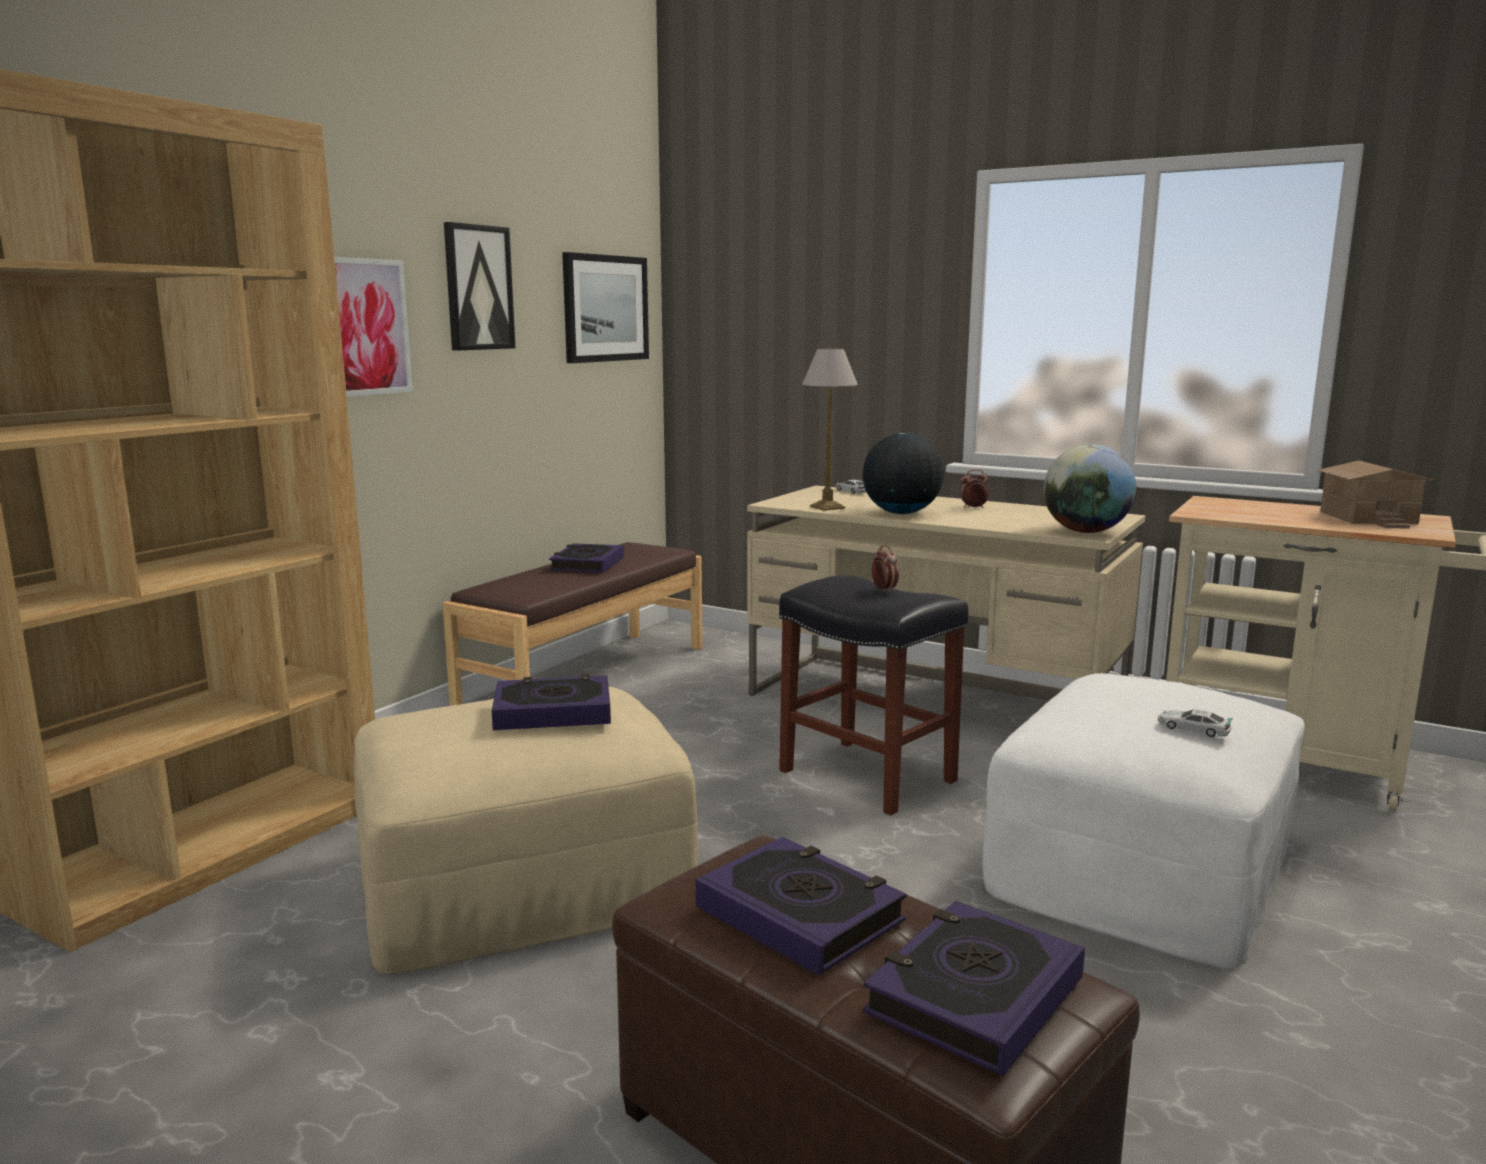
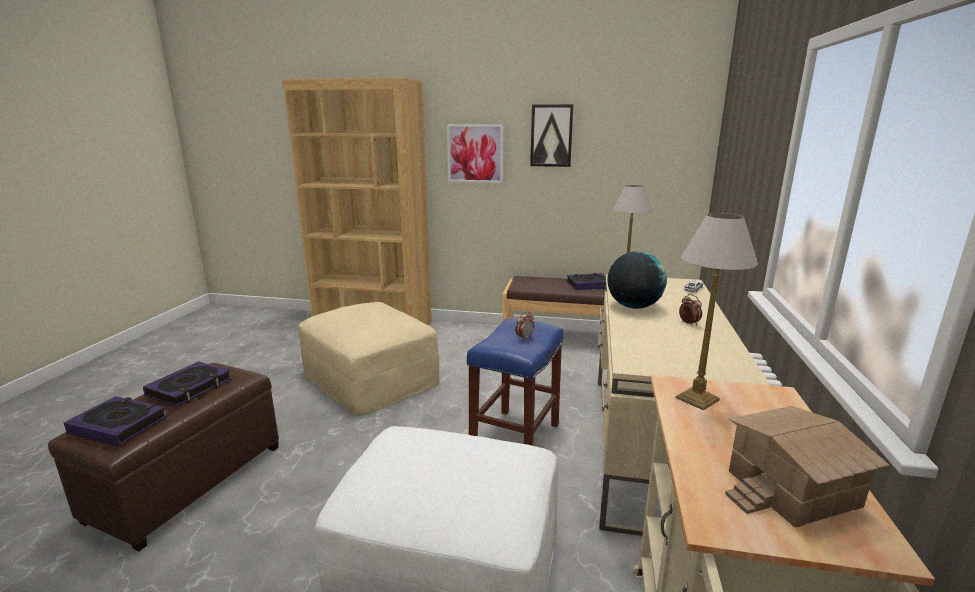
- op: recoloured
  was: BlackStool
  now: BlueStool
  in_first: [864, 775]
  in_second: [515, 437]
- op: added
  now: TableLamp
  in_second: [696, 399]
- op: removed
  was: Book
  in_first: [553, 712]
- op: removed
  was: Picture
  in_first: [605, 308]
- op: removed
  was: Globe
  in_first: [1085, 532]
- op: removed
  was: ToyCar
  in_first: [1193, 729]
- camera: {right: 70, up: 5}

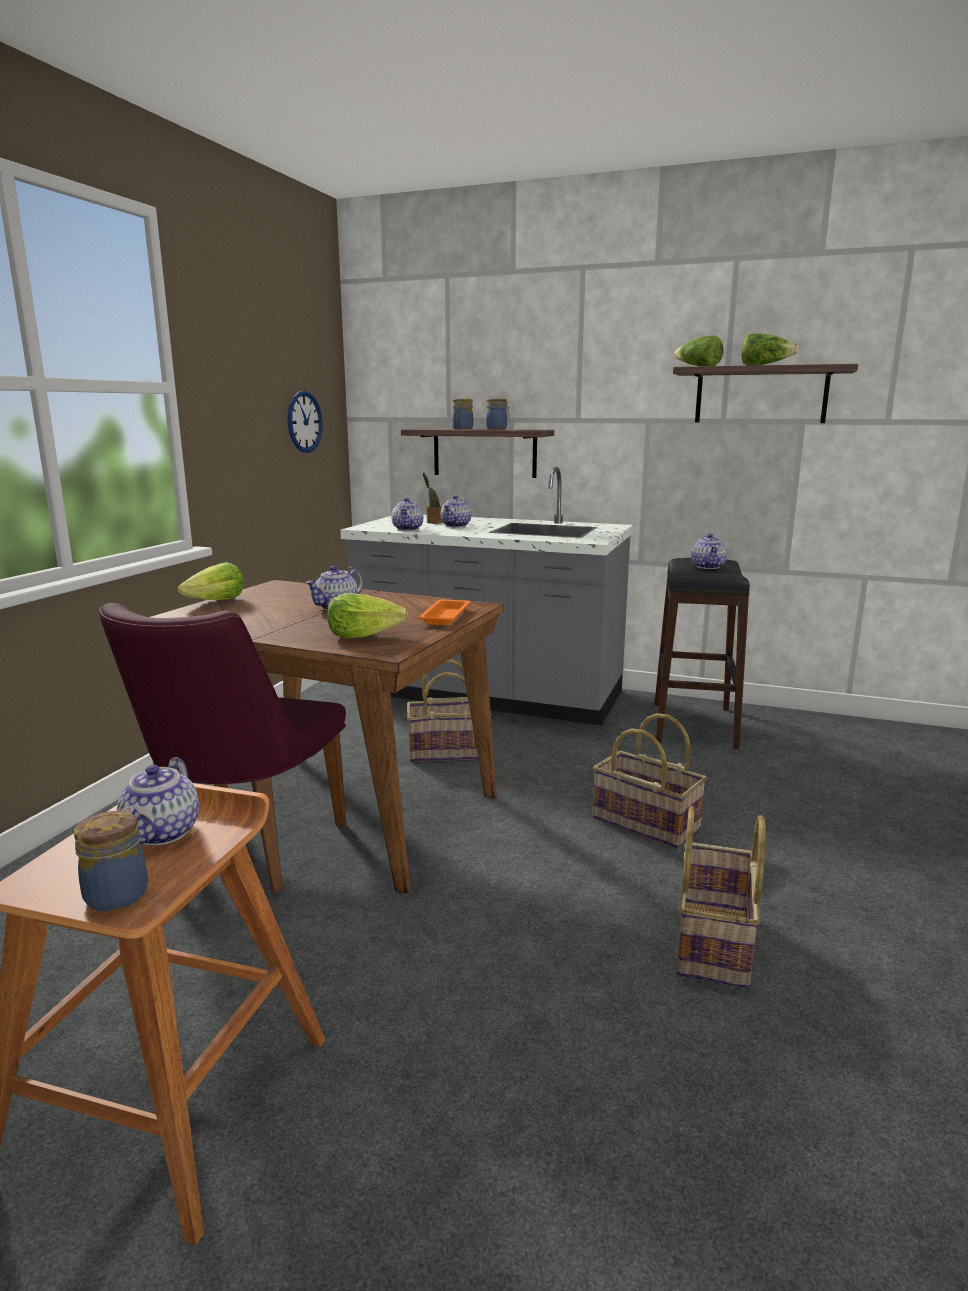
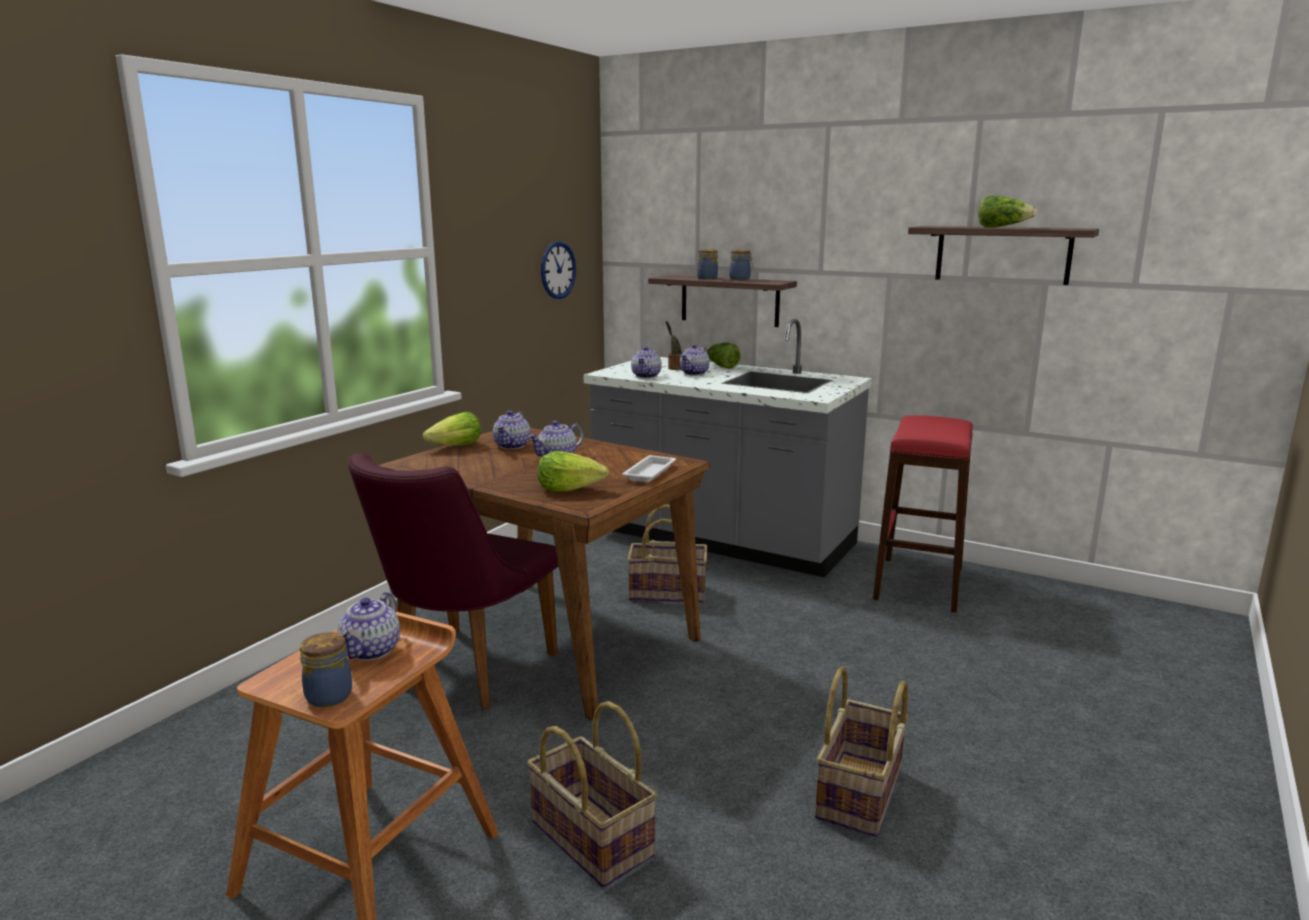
- op: moved
  was: Teapot
  in_first: [708, 567]
  in_second: [512, 446]
- op: moved
  was: Basket
  in_first: [644, 824]
  in_second: [589, 839]
- op: recoloured
  was: OrangeTray
  now: WhiteTray
  in_first: [446, 616]
  in_second: [650, 472]
- op: moved
  was: Lettuce
  in_first: [697, 367]
  in_second: [721, 366]
- op: recoloured
  was: BlackStool
  now: RedStool
  in_first: [693, 724]
  in_second: [918, 583]
- camera: {right: 10, up: 0}

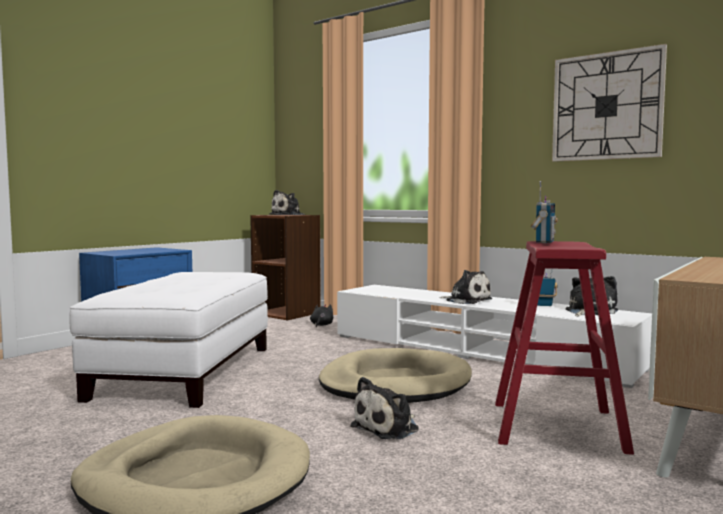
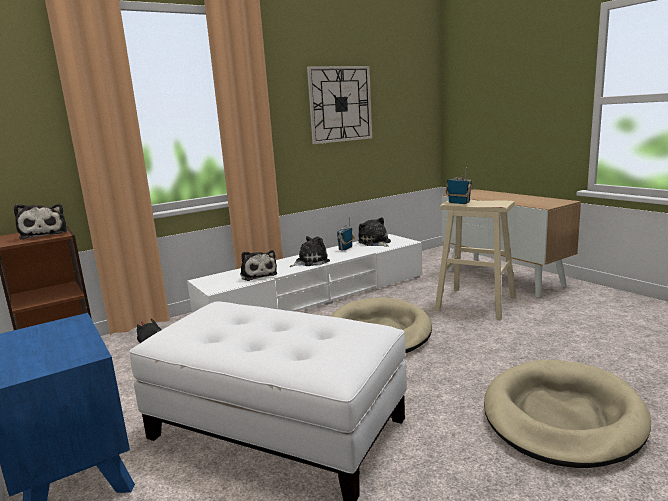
- op: moved
  was: PlushToy
  in_first: [388, 428]
  in_second: [258, 275]
- op: recoloured
  was: RedStool
  now: BeigeStool
  in_first: [556, 426]
  in_second: [475, 303]
- camera: {right: -70, up: 10}

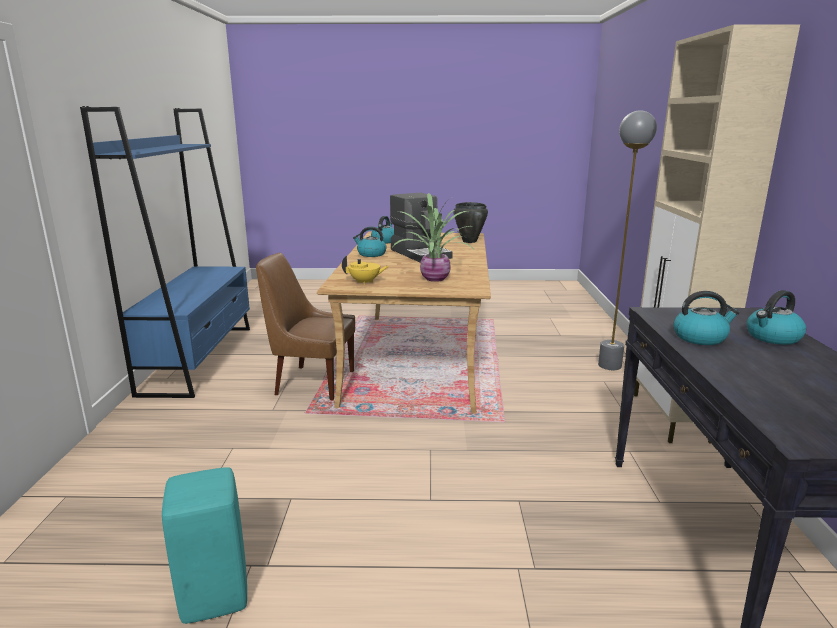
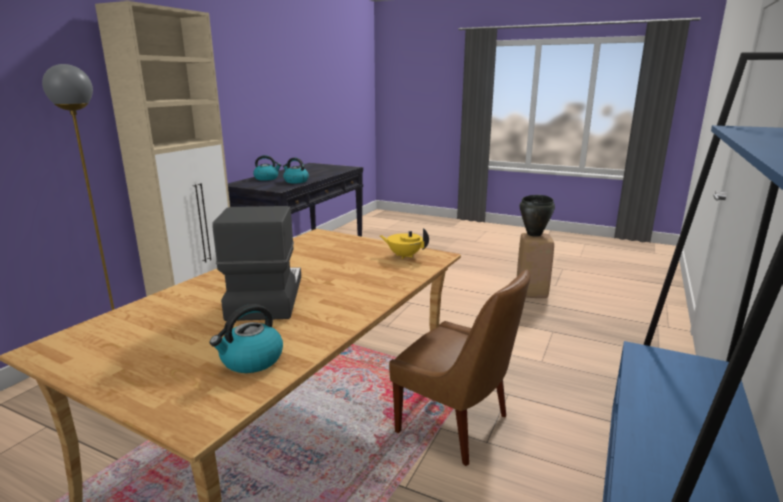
- op: recoloured
  was: TurquoiseStool
  now: BeigeStool
  in_first: [213, 598]
  in_second: [532, 293]
- op: moved
  was: BlackCookingPot
  in_first: [469, 241]
  in_second: [534, 234]
- op: removed
  was: Kettle
  in_first: [371, 254]
- op: removed
  was: PottedPlant
  in_first: [434, 278]
- camera: {right: -155, up: 0}

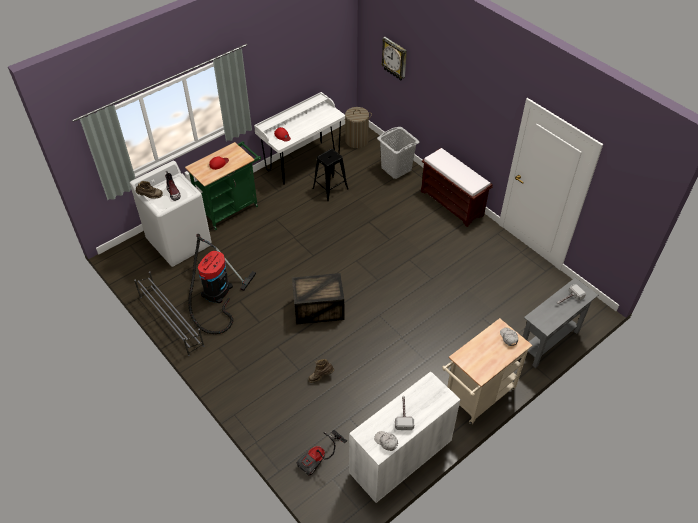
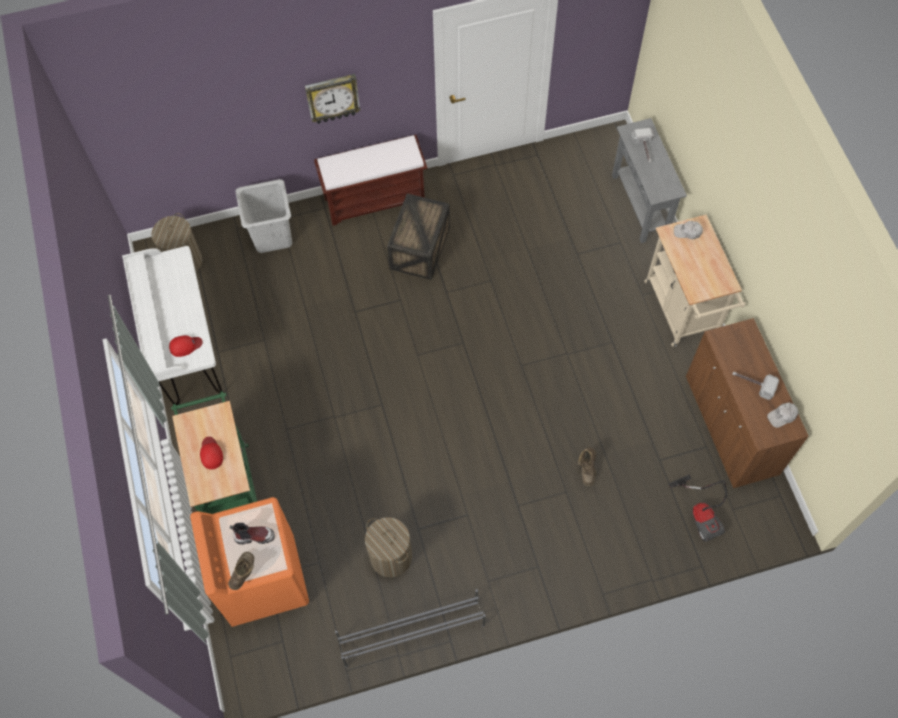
- op: recoloured
  was: WhiteWashingMachine
  now: OrangeWashingMachine
  in_first: [180, 242]
  in_second: [263, 579]
- op: moved
  was: WallClock
  in_first: [395, 59]
  in_second: [332, 98]
- op: replaced
  was: VacuumCleaner
  now: LaundryBasket
  in_first: [216, 294]
  in_second: [391, 556]
- op: moved
  was: Crate
  in_first: [318, 309]
  in_second: [420, 249]
- op: recoloured
  was: WhiteCabinet
  now: BrownCabinet
  in_first: [400, 457]
  in_second: [731, 425]
- op: removed
  was: BlackStool
  in_first: [330, 188]
- camera: {right: -65, up: 15}

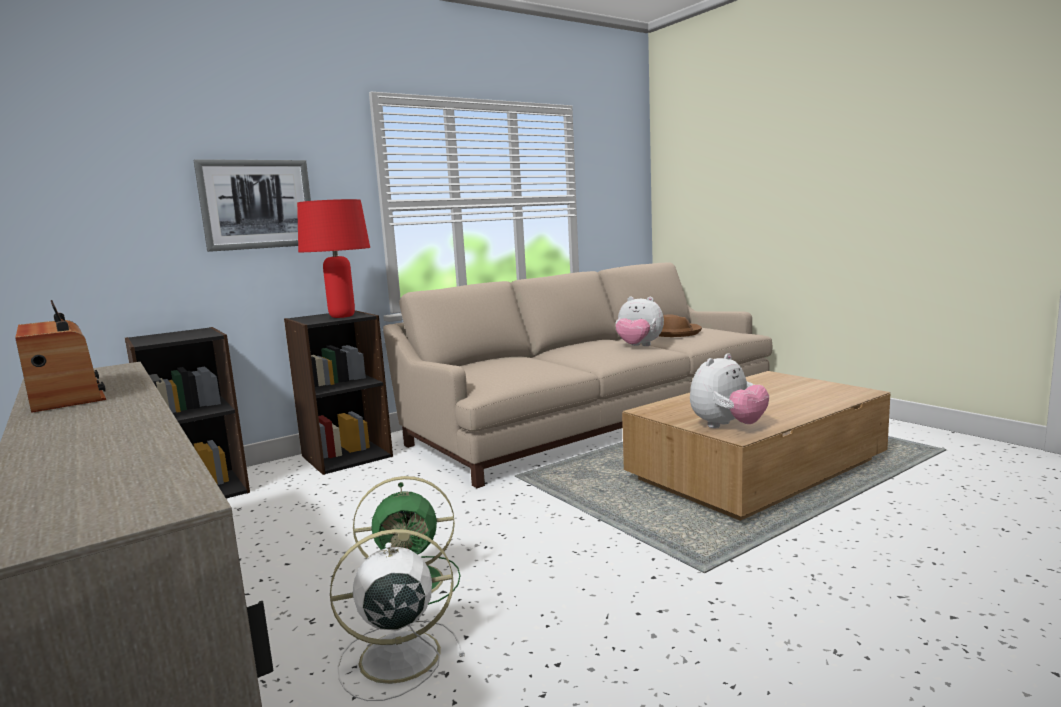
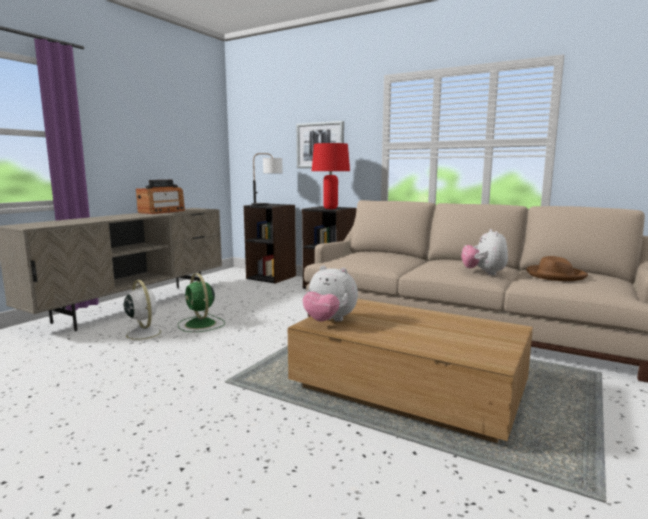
- op: added
  now: TableLamp
  in_second: [267, 205]
- camera: {right: 65, up: 0}

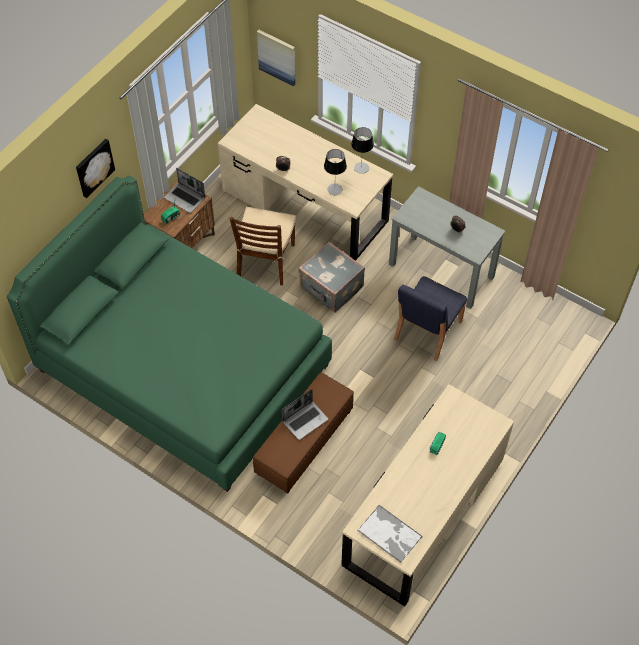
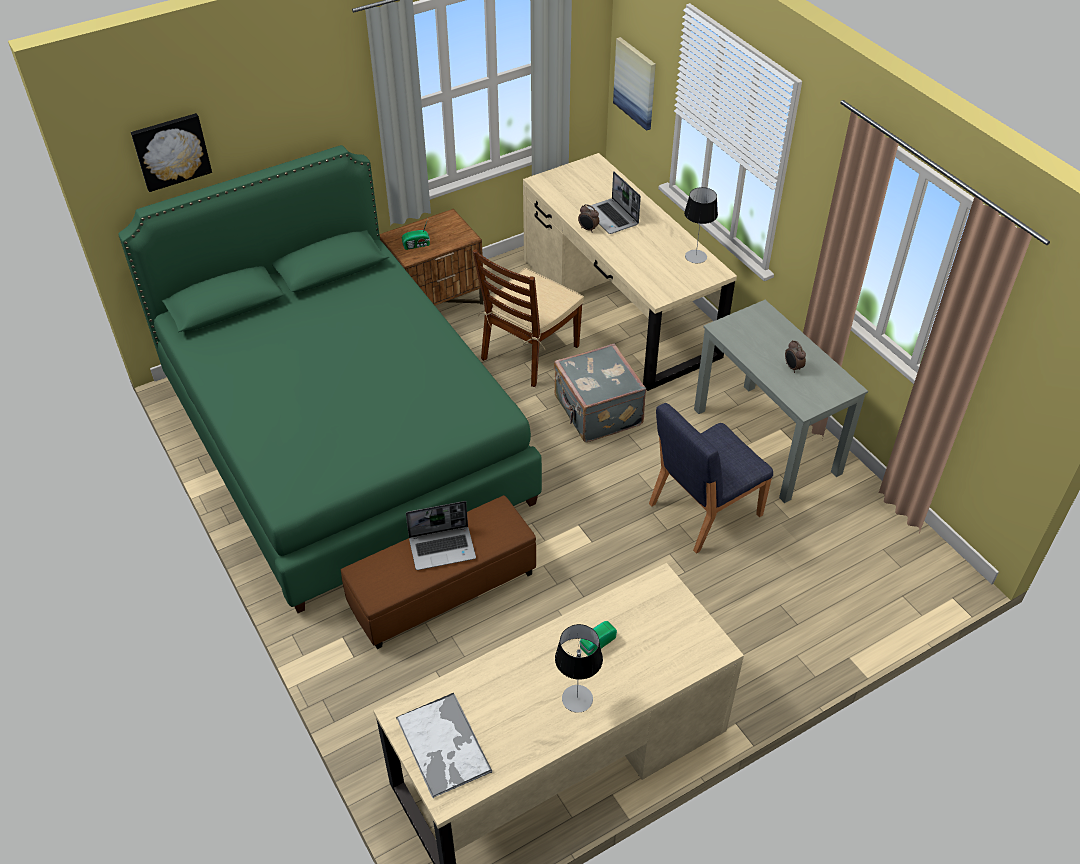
- op: moved
  was: Picture
  in_first: [94, 167]
  in_second: [171, 151]
- op: moved
  was: TableLamp
  in_first: [334, 189]
  in_second: [577, 698]
- op: moved
  was: Laptop
  in_first: [185, 198]
  in_second: [612, 217]
- camera: {right: 25, up: -10}

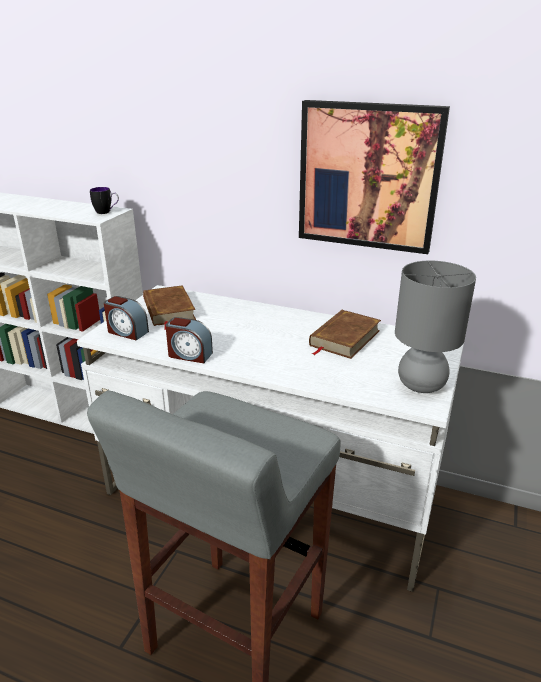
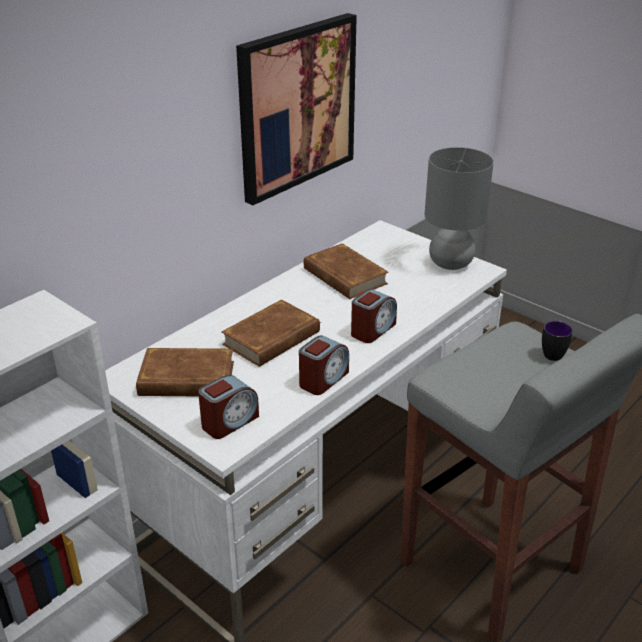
- op: added
  now: BrownBook
  in_second: [272, 338]
- op: added
  now: AlarmClock
  in_second: [372, 330]
- op: moved
  was: Mug
  in_first: [106, 212]
  in_second: [553, 352]
- camera: {right: -70, up: 5}

